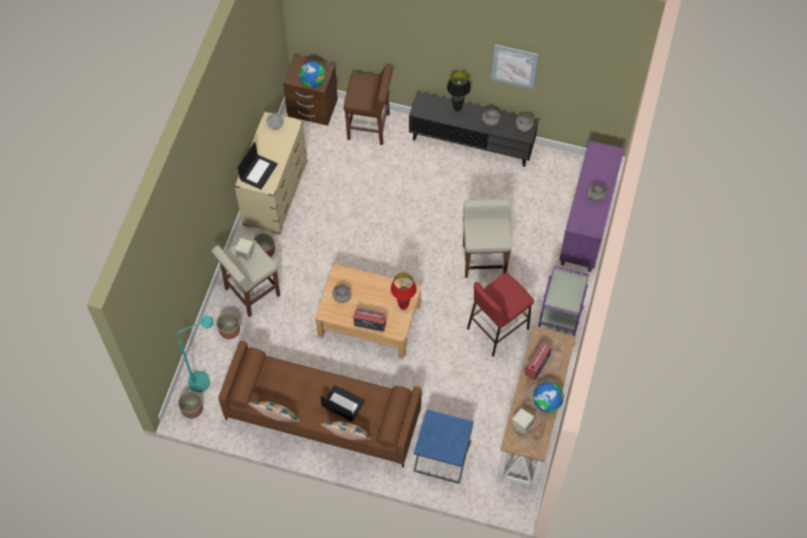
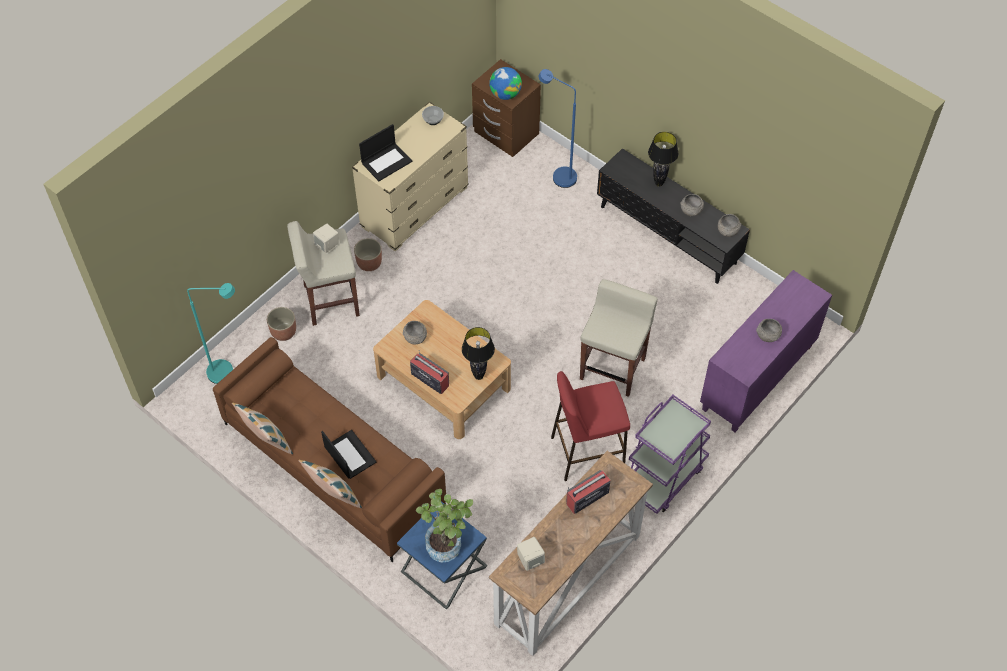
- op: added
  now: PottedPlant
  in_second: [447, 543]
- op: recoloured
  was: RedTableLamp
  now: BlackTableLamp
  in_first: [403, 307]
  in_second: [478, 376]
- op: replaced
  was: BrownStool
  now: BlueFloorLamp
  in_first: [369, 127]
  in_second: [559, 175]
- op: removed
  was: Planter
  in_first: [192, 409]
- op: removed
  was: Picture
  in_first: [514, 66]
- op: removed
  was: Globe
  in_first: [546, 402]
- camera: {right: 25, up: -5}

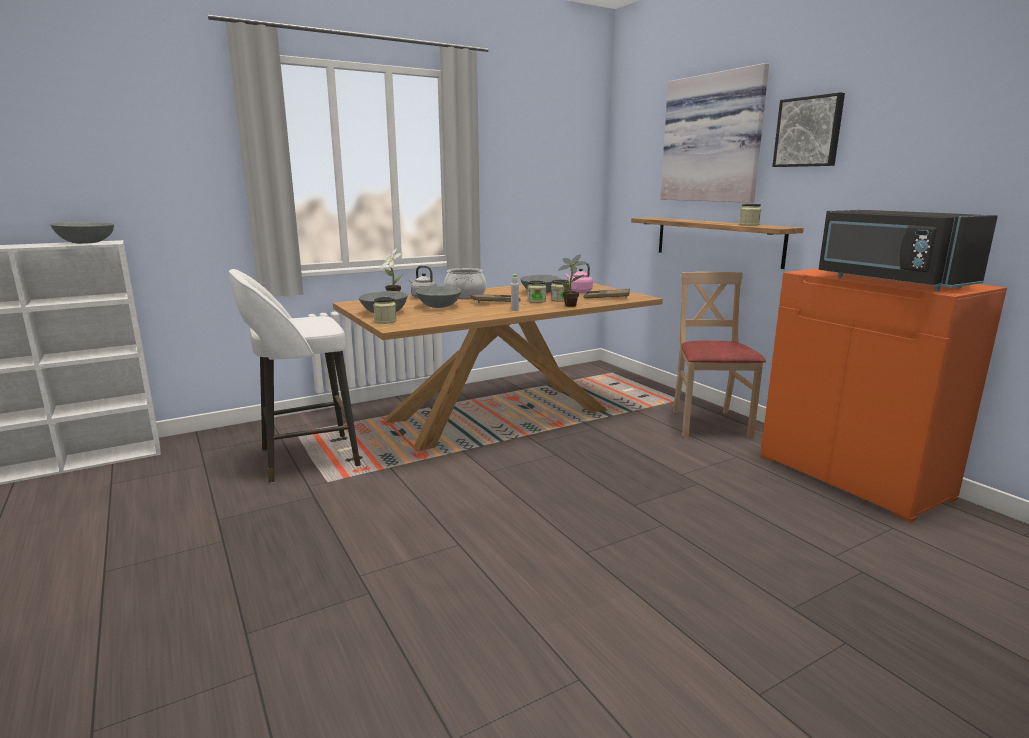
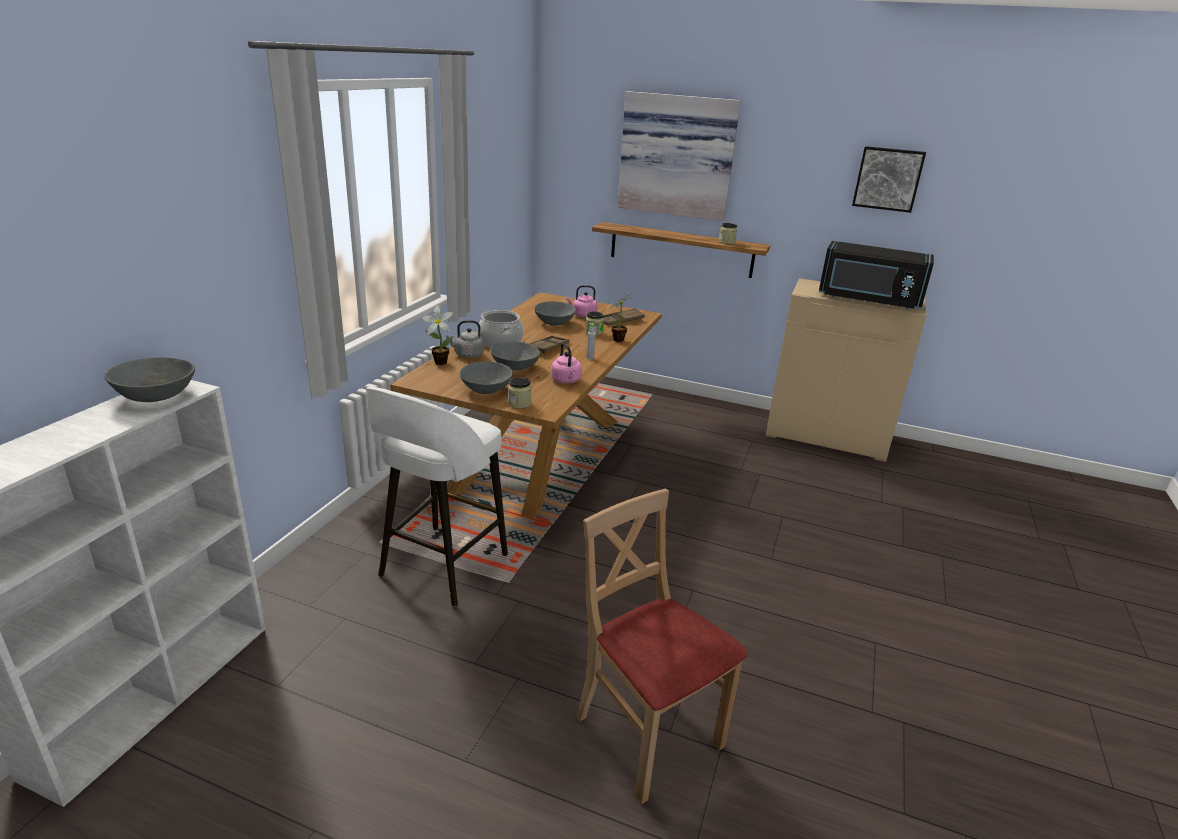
- op: added
  now: PinkKettle
  in_second: [566, 381]
- op: moved
  was: BeigeChair
  in_first: [709, 424]
  in_second: [647, 733]
- op: recoloured
  was: OrangeCabinet
  now: BeigeCabinet
  in_first: [853, 476]
  in_second: [827, 435]
- op: moved
  was: Picture
  in_first: [809, 132]
  in_second: [888, 179]
- op: removed
  was: Jar
  in_first: [536, 301]
- camera: {right: -40, up: 10}

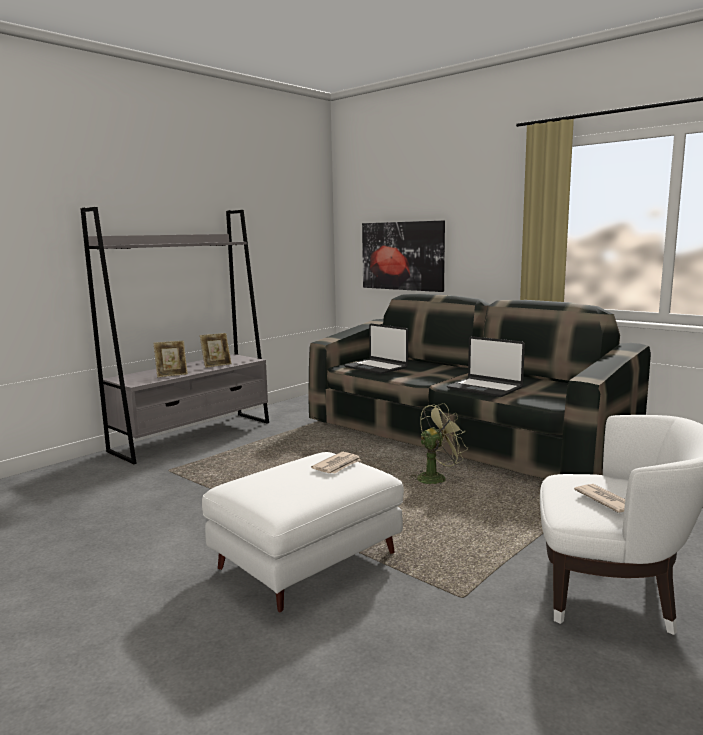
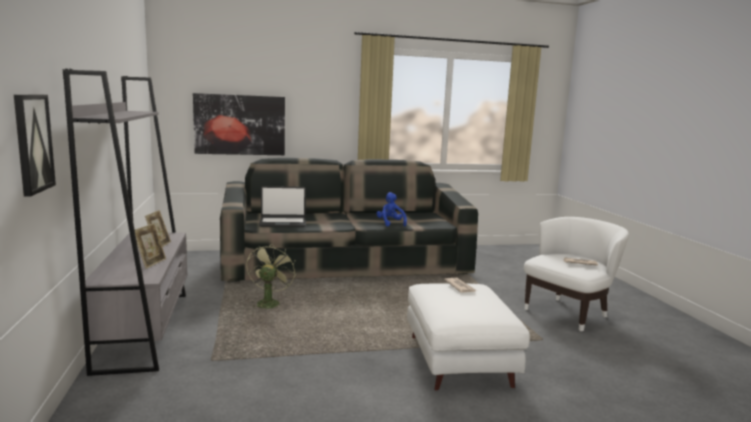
- op: added
  now: Picture
  in_second: [33, 143]
- op: moved
  was: GreenFan
  in_first: [436, 477]
  in_second: [269, 302]
- op: replaced
  was: Laptop
  now: BluePlushToy
  in_first: [485, 388]
  in_second: [390, 223]
- camera: {right: -55, up: 0}

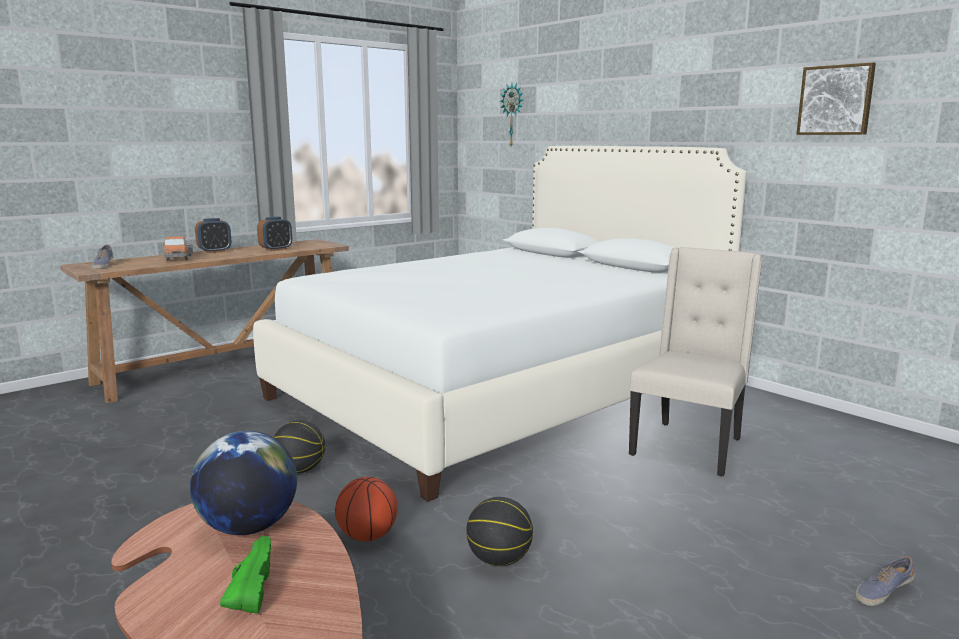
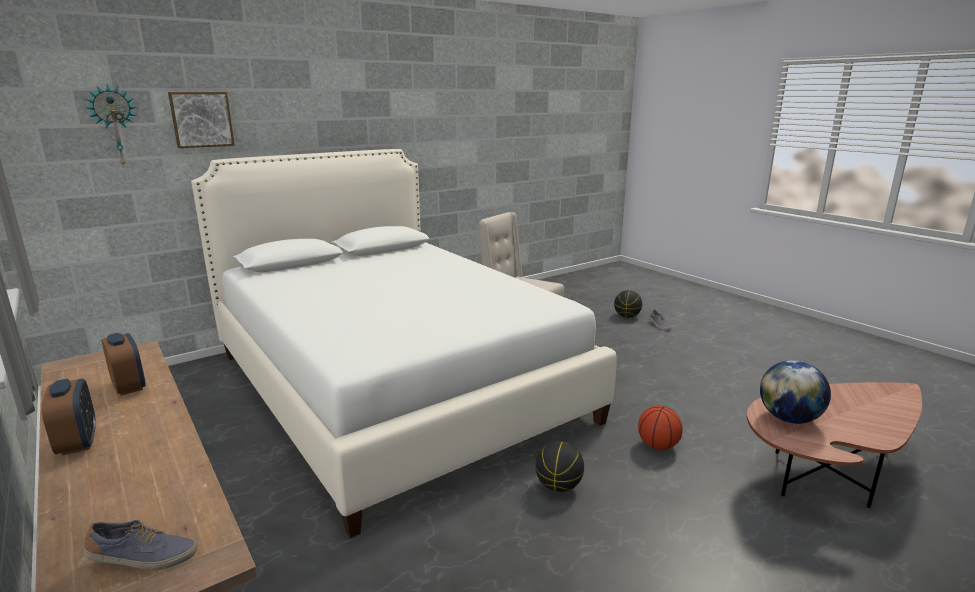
- op: moved
  was: Picture
  in_first: [836, 100]
  in_second: [201, 119]
- op: moved
  was: Basketball
  in_first: [499, 560]
  in_second: [627, 316]
- op: removed
  was: ToyTruck
  in_first: [179, 257]
- op: removed
  was: GreenShoe
  in_first: [248, 589]
- camera: {right: -85, up: 5}

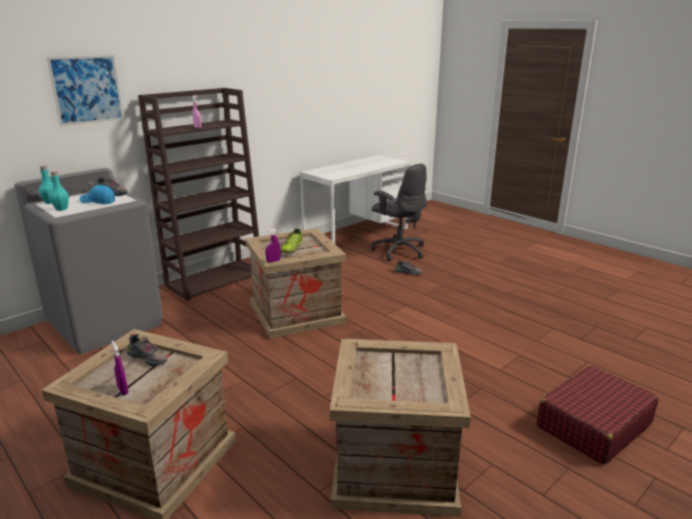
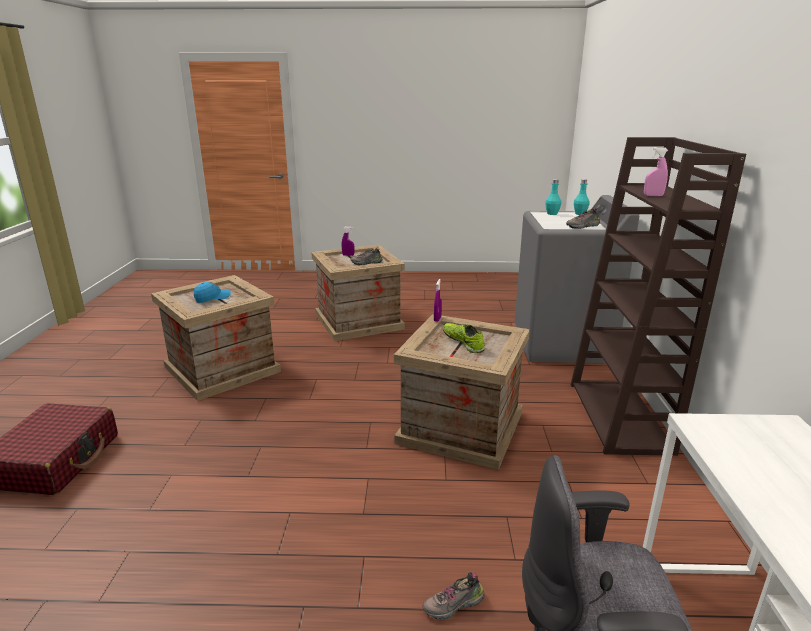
- op: moved
  was: BlueCap
  in_first: [98, 201]
  in_second: [212, 298]
- op: removed
  was: Picture
  in_first: [87, 90]
- camera: {right: 135, up: 0}

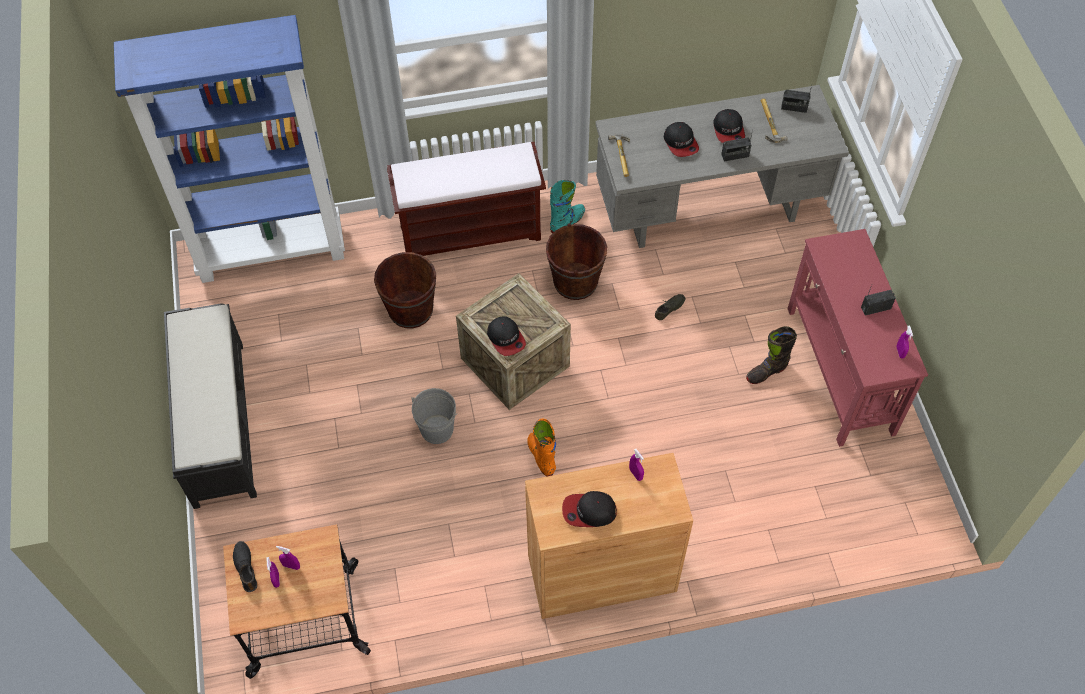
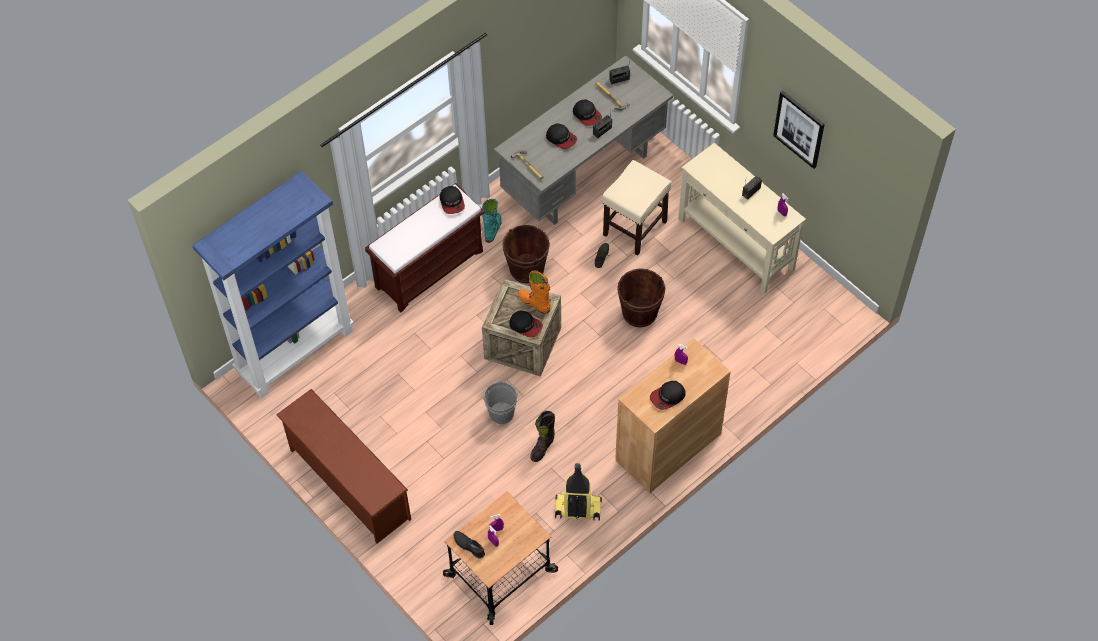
- op: replaced
  was: BlackBench
  now: BrownShoeRack
  in_first: [219, 422]
  in_second: [348, 484]
- op: added
  now: Cap
  in_second: [452, 202]
- op: moved
  was: OrangeBoot
  in_first: [541, 457]
  in_second: [534, 303]
- op: moved
  was: BlackBoot
  in_first: [766, 372]
  in_second: [542, 447]
- op: added
  now: VacuumCleaner
  in_second: [577, 509]
- op: added
  now: BeigeStool
  in_second: [634, 229]
- op: moved
  was: BrownBucket
  in_first: [410, 310]
  in_second: [639, 313]
- op: recoloured
  was: RedConsoleTable
  now: BeigeConsoleTable
  in_first: [839, 371]
  in_second: [736, 244]
- op: added
  now: Picture
  in_second: [799, 129]
- camera: {right: -30, up: 0}

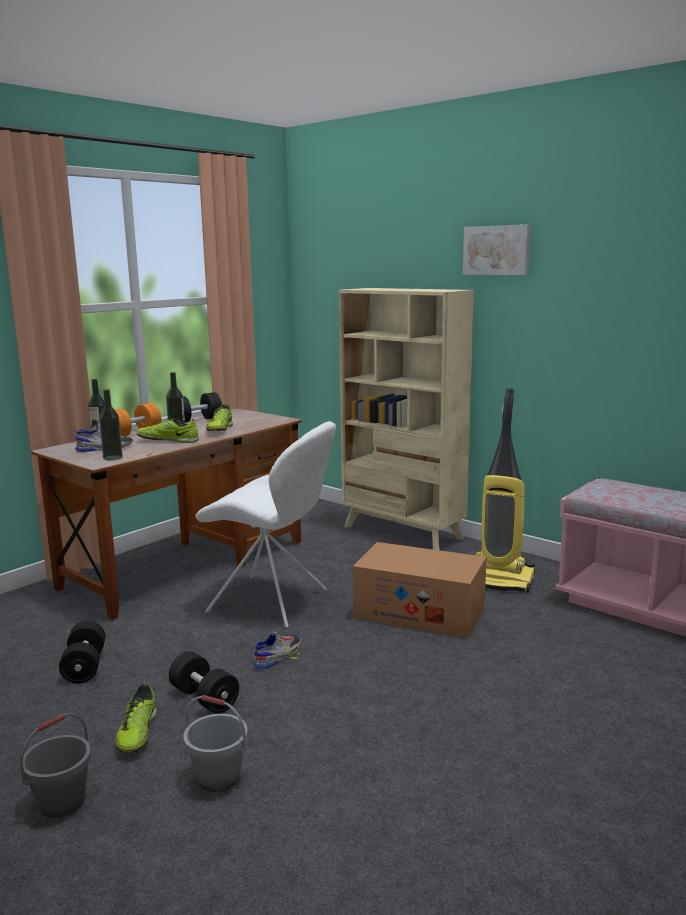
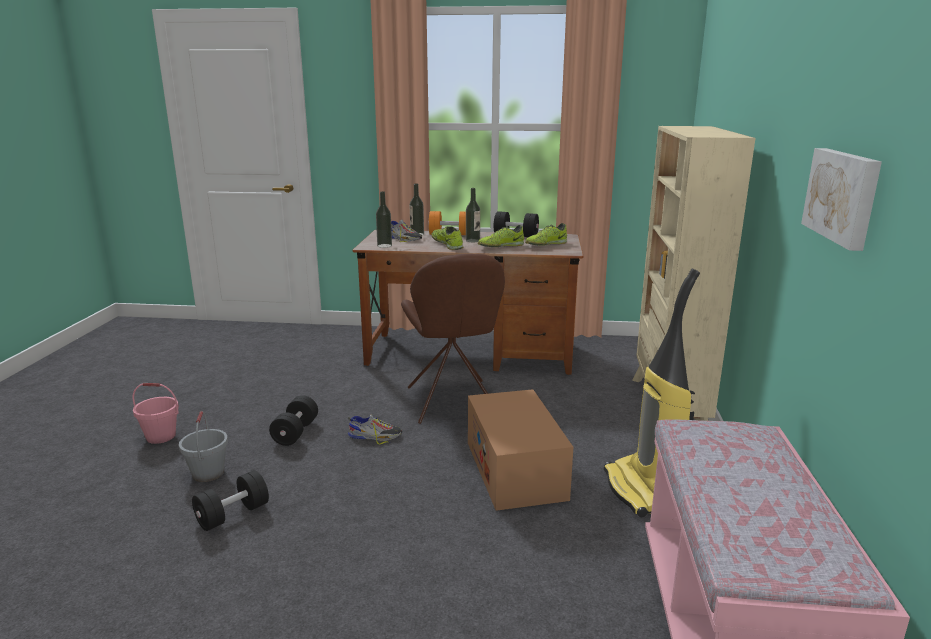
- op: recoloured
  was: GreyBucket
  now: PinkBucket
  in_first: [62, 802]
  in_second: [161, 436]
- op: moved
  was: BlackDumbbell
  in_first: [85, 667]
  in_second: [233, 514]
- op: recoloured
  was: WhiteChair
  now: BrownChair
  in_first: [272, 602]
  in_second: [453, 403]
- op: moved
  was: Shoe
  in_first: [137, 733]
  in_second: [545, 245]
- op: moved
  was: Picture
  in_first: [497, 250]
  in_second: [843, 196]
- camera: {right: 55, up: 5}

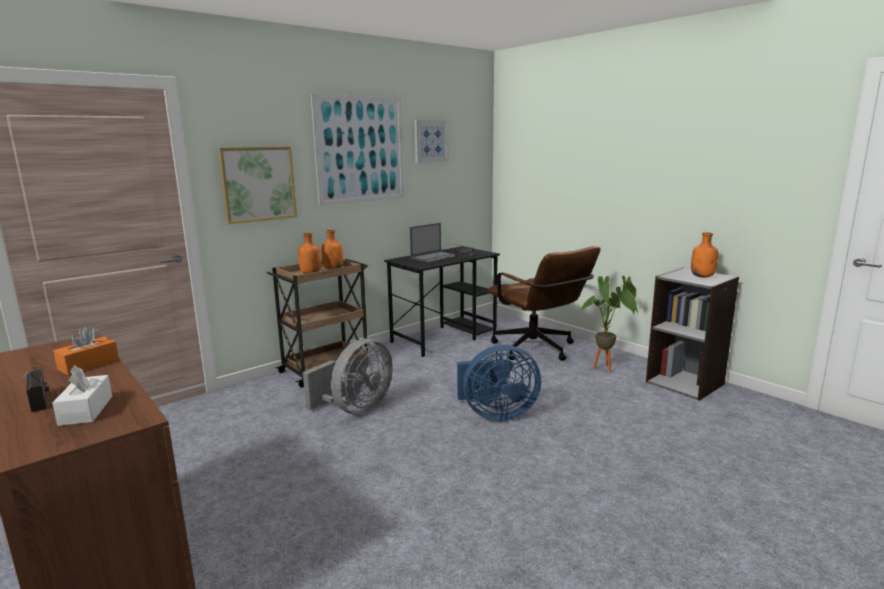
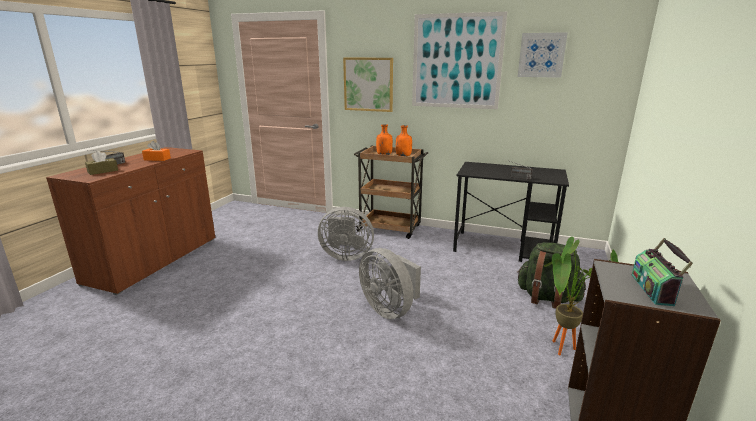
- op: recoloured
  was: WhiteTissueBox
  now: BrownTissueBox
  in_first: [86, 410]
  in_second: [103, 171]
- op: recoloured
  was: BlueFan
  now: GreyFan
  in_first: [496, 414]
  in_second: [389, 309]
- op: replaced
  was: BrownOfficeChair
  now: GreenBackpack
  in_first: [538, 350]
  in_second: [547, 298]
- op: replaced
  was: OrangeBottle
  now: Radio
  in_first: [703, 276]
  in_second: [653, 289]
- op: removed
  was: Laptop
  in_first: [435, 257]
- camera: {right: 60, up: 5}

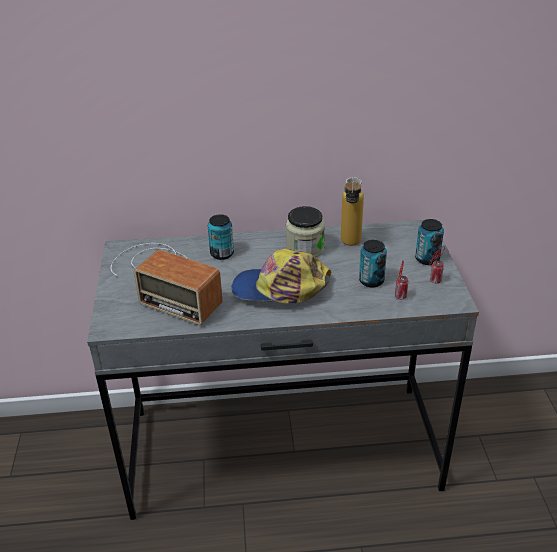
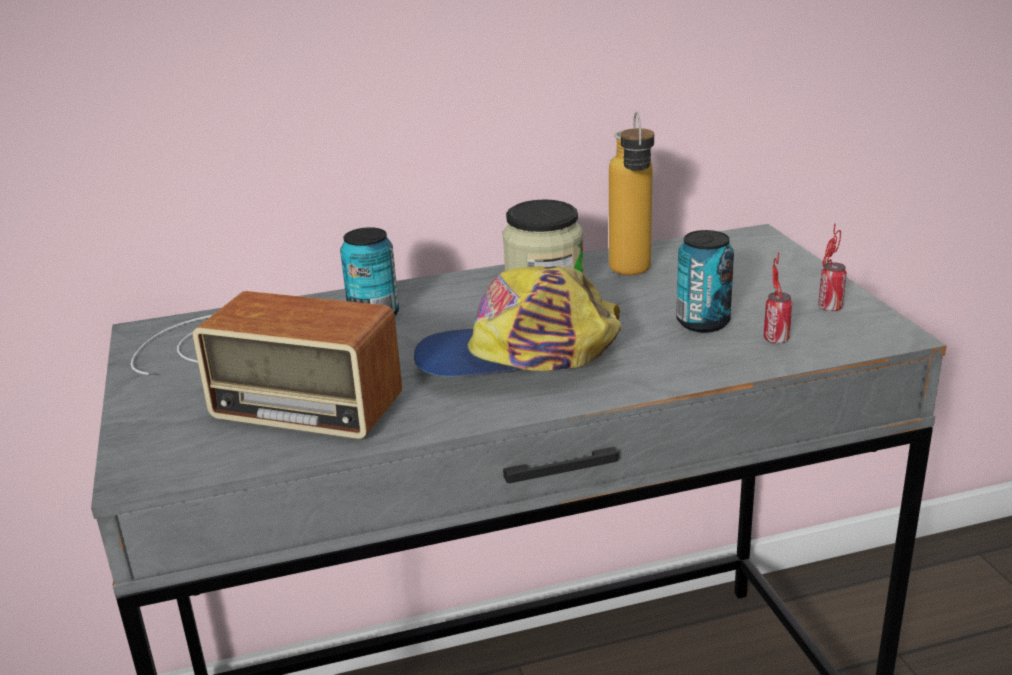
- op: removed
  was: Can
  in_first: [427, 259]
- camera: {right: -10, up: -10}

